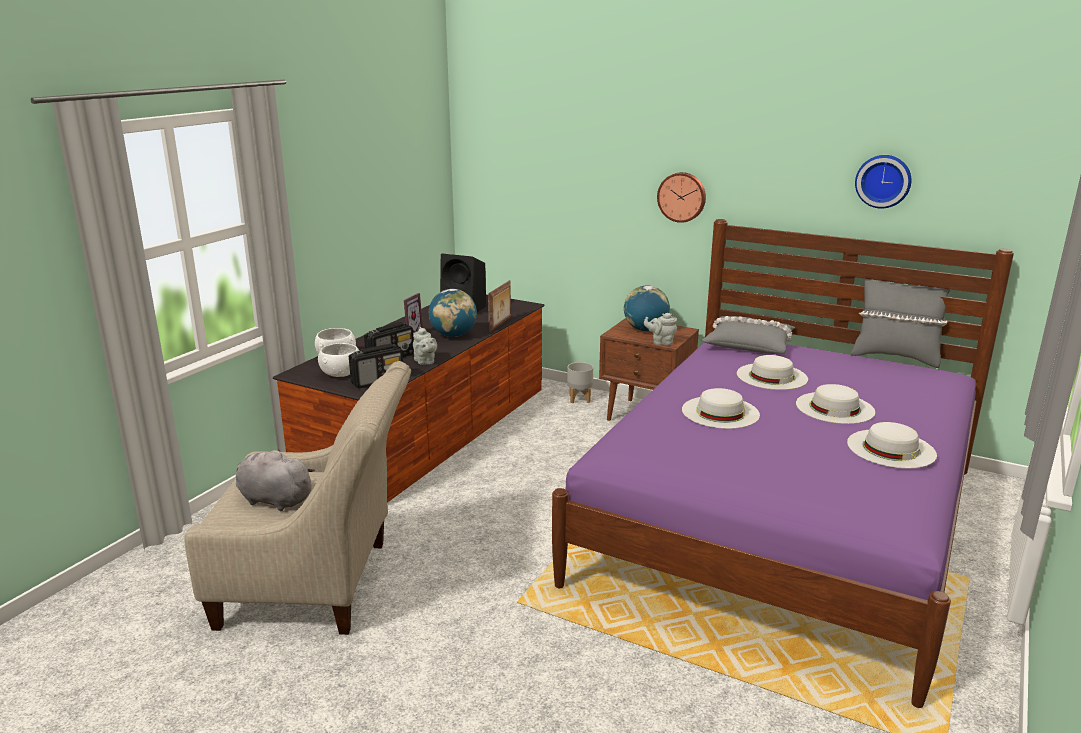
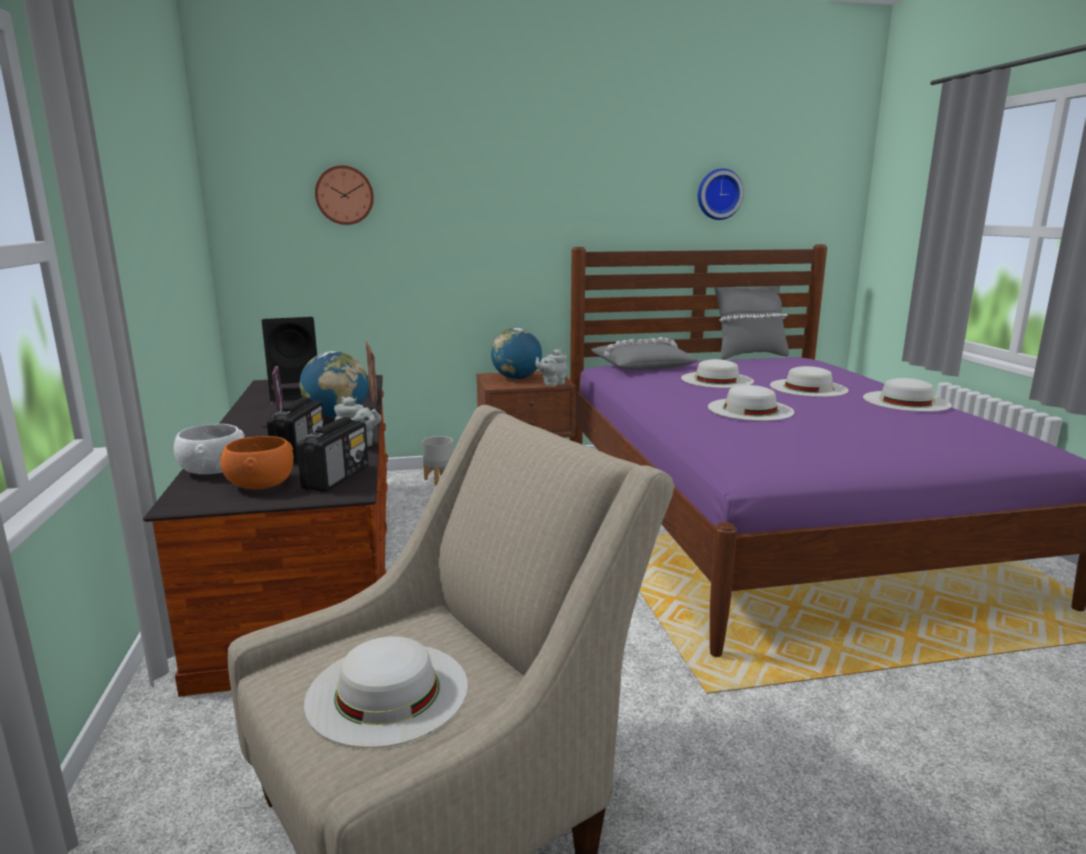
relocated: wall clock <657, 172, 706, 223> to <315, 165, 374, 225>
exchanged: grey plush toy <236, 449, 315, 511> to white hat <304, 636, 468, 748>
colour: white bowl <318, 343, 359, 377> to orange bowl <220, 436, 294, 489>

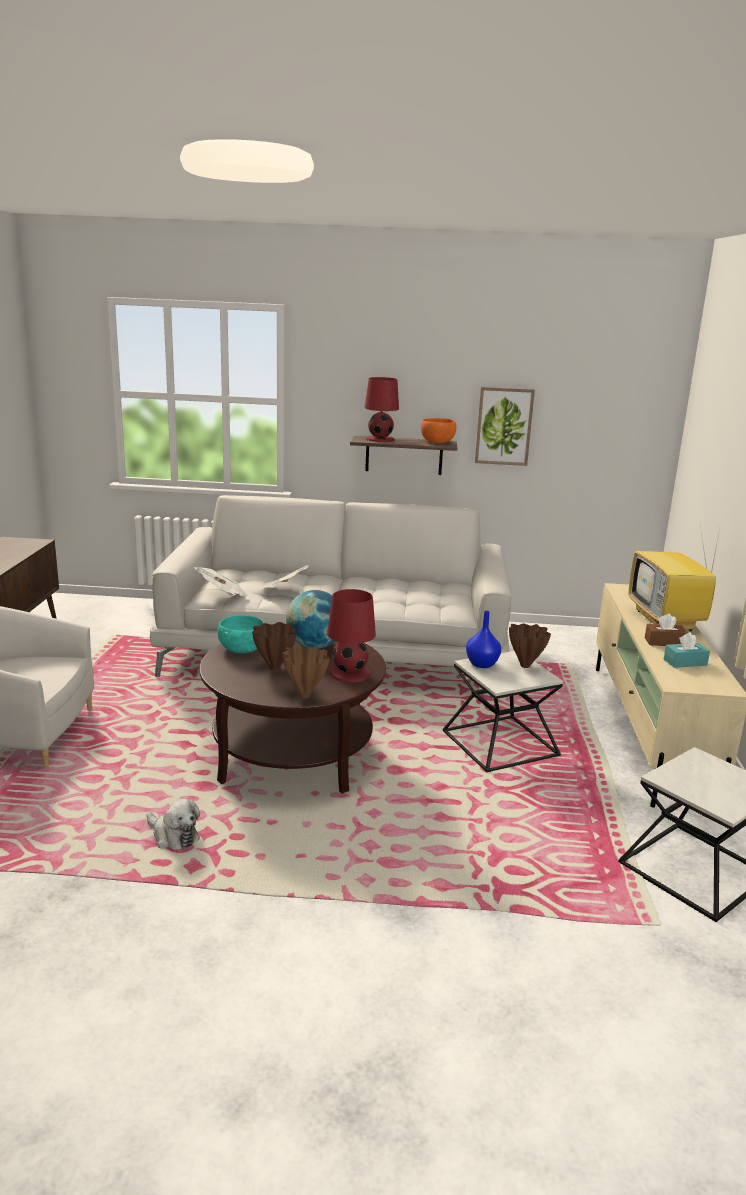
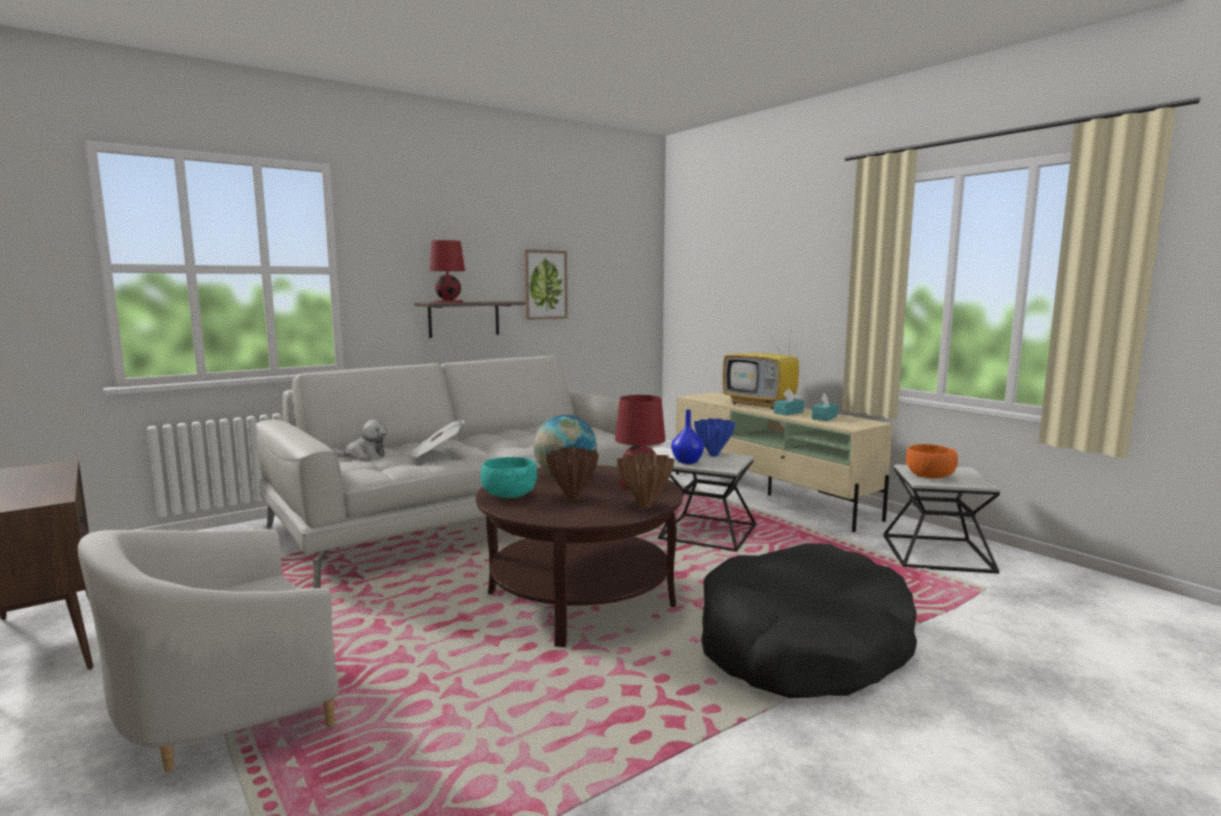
missing: newspaper <194, 567, 250, 597>
appeared: black dog bed <701, 543, 917, 698>
relocated: plush toy <147, 799, 200, 850> to <332, 420, 387, 461>; orange bowl <421, 418, 456, 443> to <906, 444, 958, 478>
colour: brown vase <509, 623, 551, 668> to blue vase <694, 418, 735, 456>; brown tissue box <645, 614, 687, 646> to turquoise tissue box <774, 389, 804, 416>

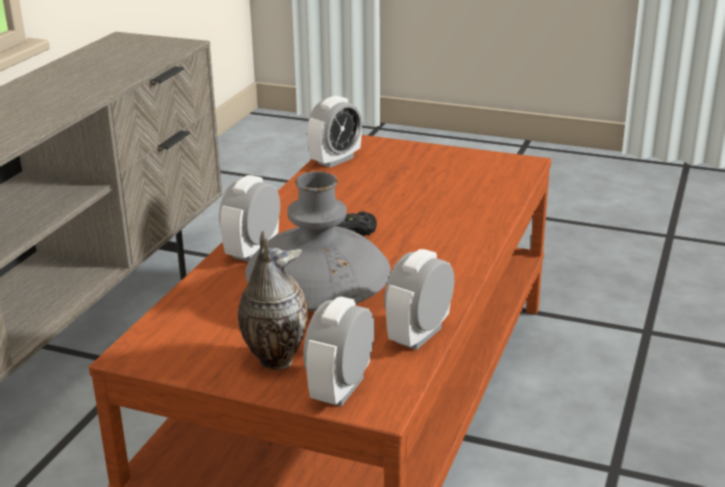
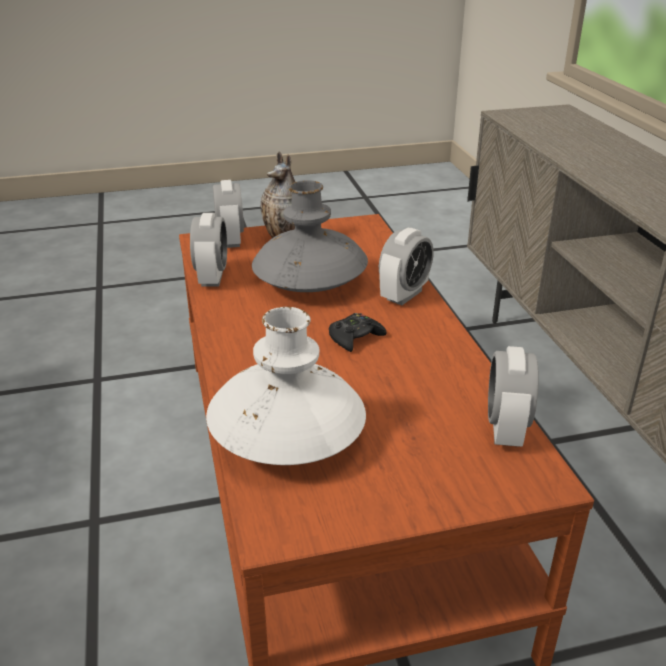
appeared: white vase <206, 307, 366, 465>
spun: alarm clock <219, 175, 280, 262> = <379, 228, 434, 305> 45 degrees clockwise

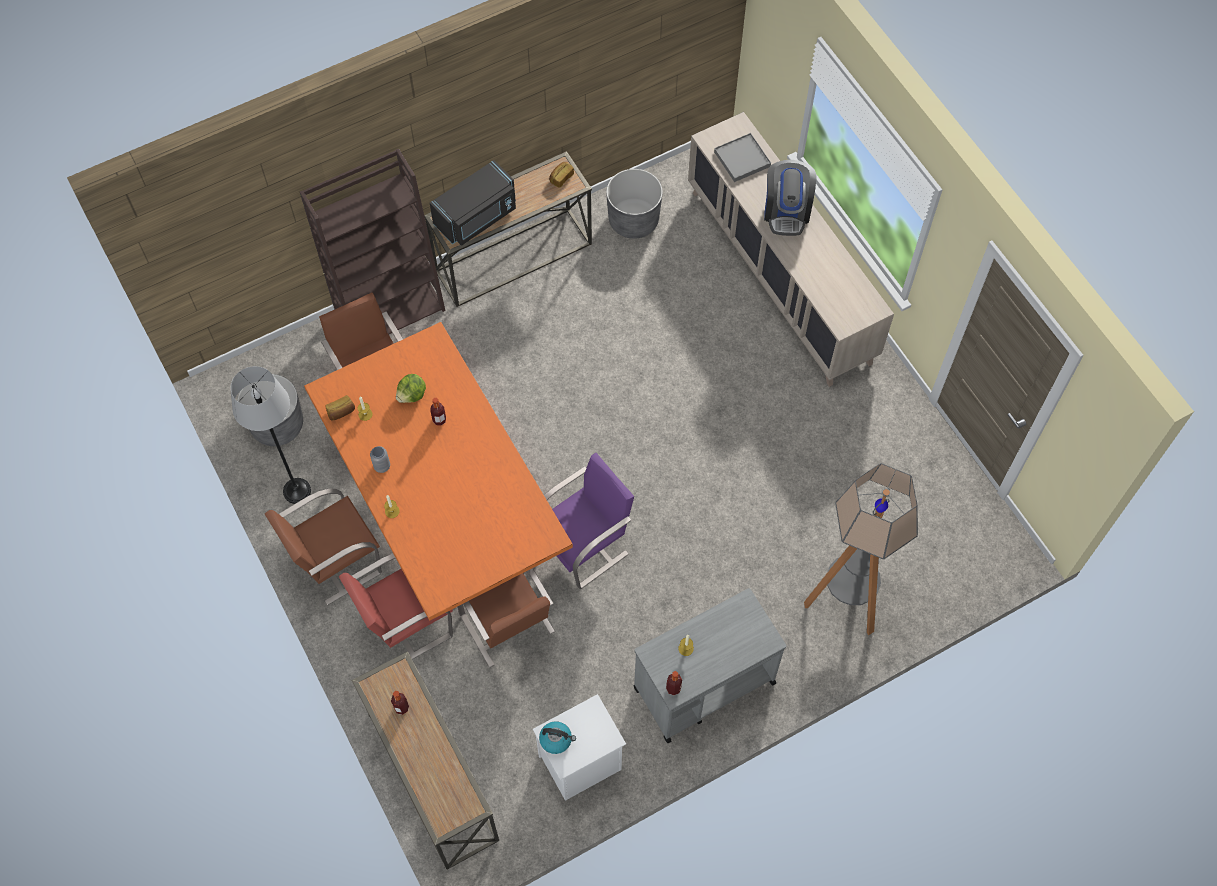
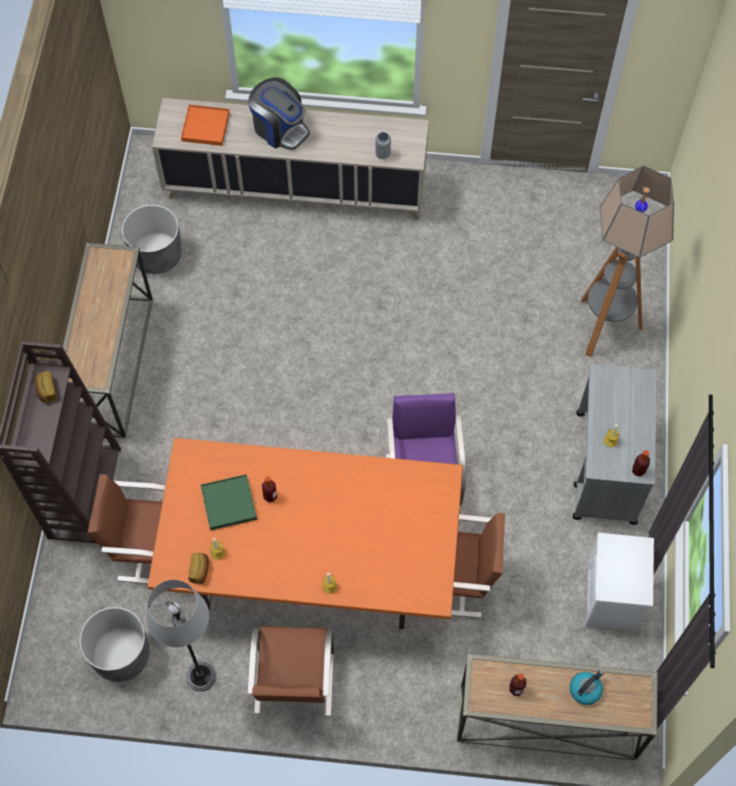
missing: red chair <339, 553, 453, 659>; black microwave <430, 160, 516, 245>
relocated: bread <549, 162, 574, 188> to <35, 371, 57, 402>; grey vase <370, 446, 390, 473> to <375, 132, 391, 159>; kettle <539, 721, 576, 754> to <570, 670, 604, 705>
exchanged: lettuce <396, 374, 426, 403> to green tray <201, 474, 257, 530>
colour: grey tray <714, 133, 771, 182> to orange tray <181, 105, 230, 146>

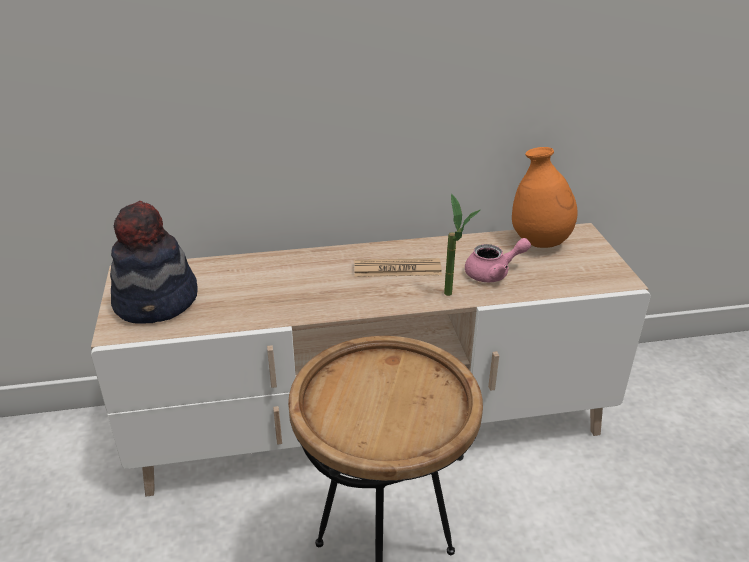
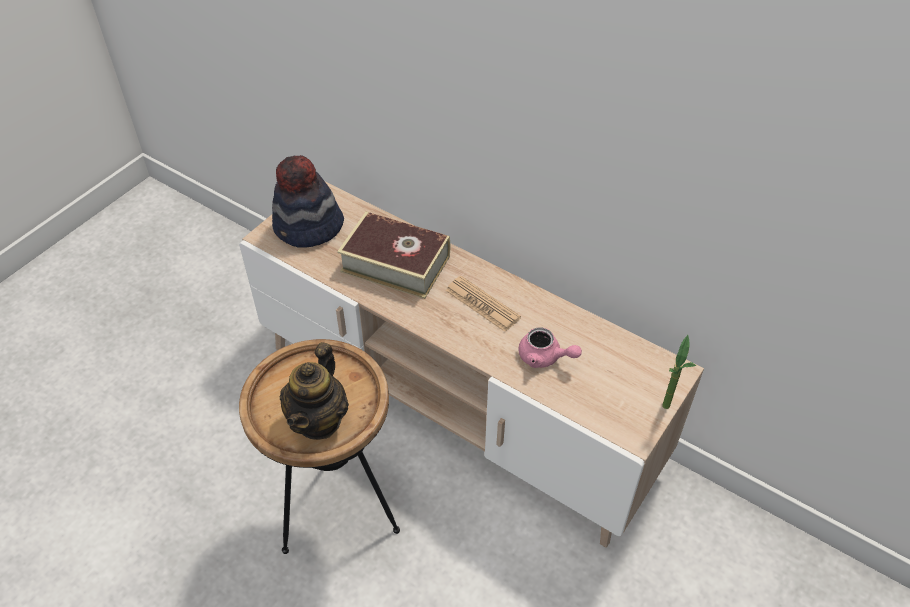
missing: orange vase <512, 147, 578, 248>
appeared: teapot <280, 342, 349, 440>; book <337, 212, 450, 299>
relocated: potted plant <444, 193, 480, 296> to <662, 335, 696, 409>

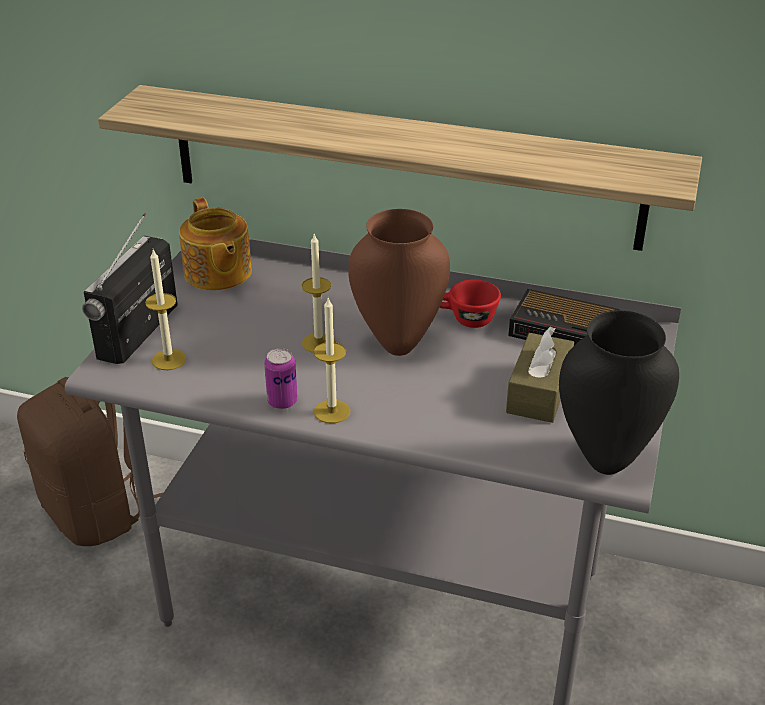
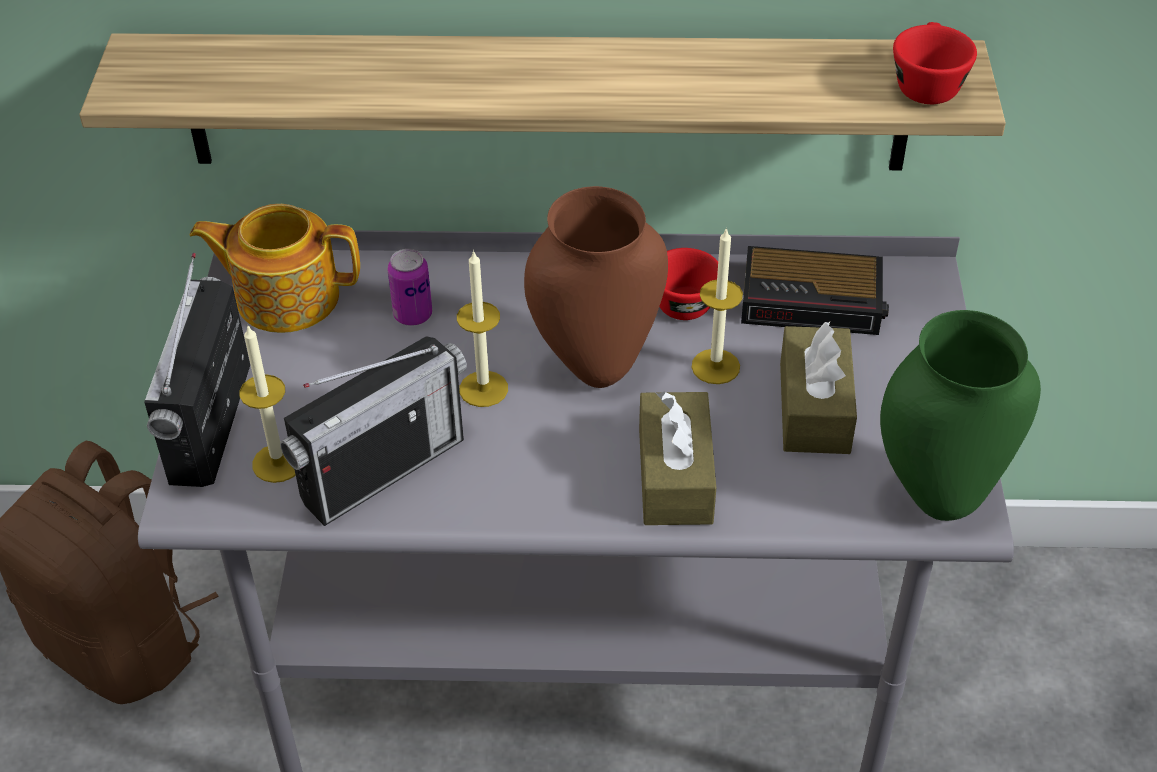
appeared: radio <280, 336, 467, 526>; brown tissue box <639, 391, 716, 525>; red cup <893, 22, 977, 104>
relocated: can <264, 348, 298, 409> to <387, 249, 432, 326>; candle <314, 298, 350, 423> to <692, 227, 743, 384>
colour: black vase <559, 310, 679, 475> to green vase <880, 310, 1041, 521>
spun: teapot <179, 198, 252, 290> = <190, 204, 360, 333> 135 degrees clockwise

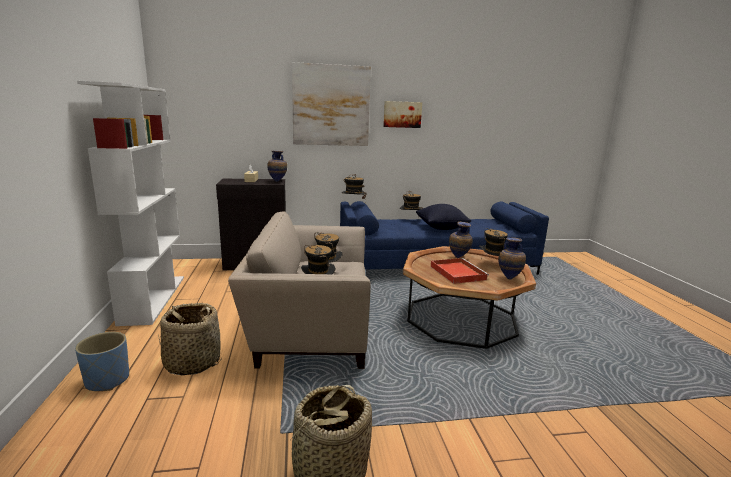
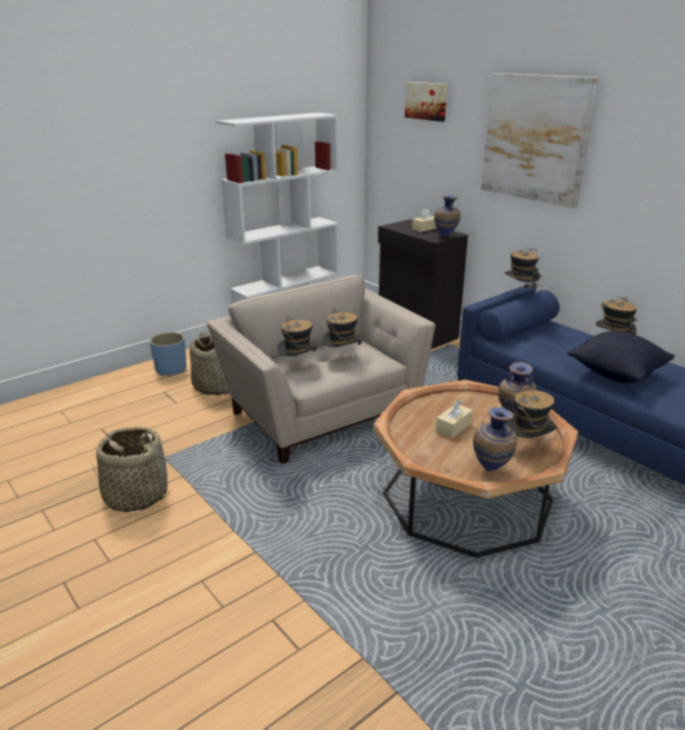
relocated: picture <383, 101, 422, 128> to <405, 82, 447, 122>
exchanged: red tray <431, 258, 489, 284> to beige tissue box <436, 400, 473, 438>

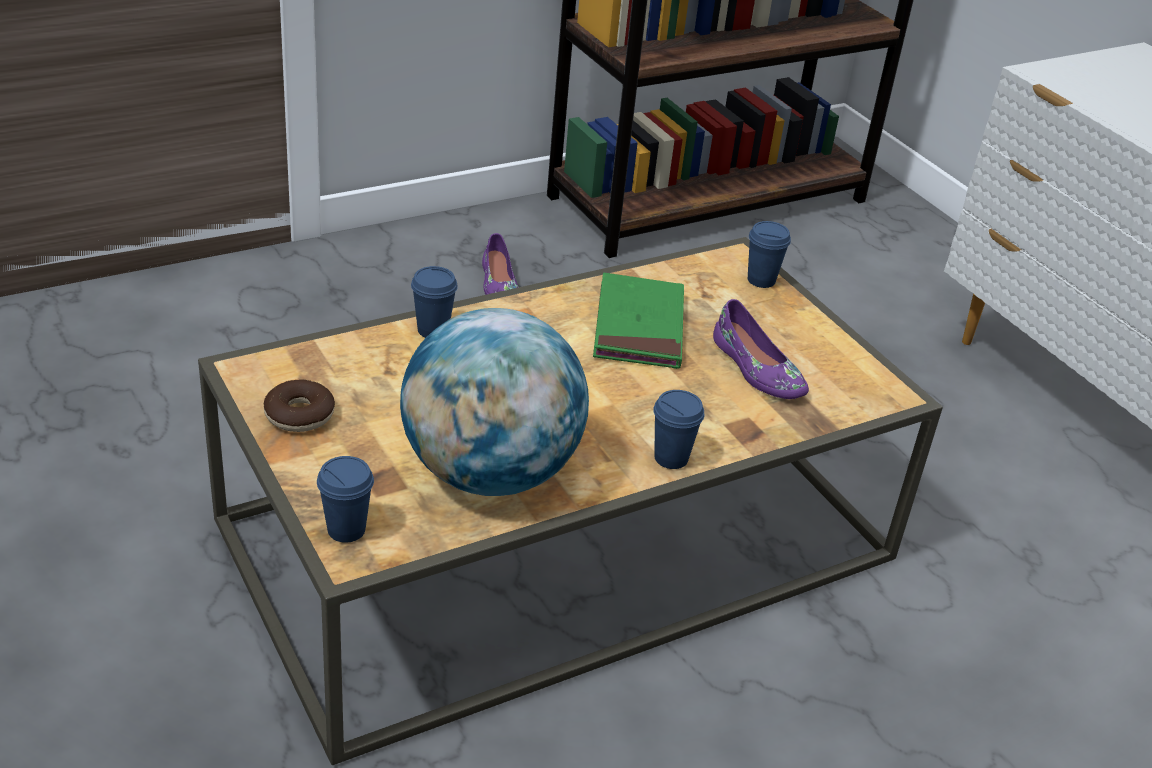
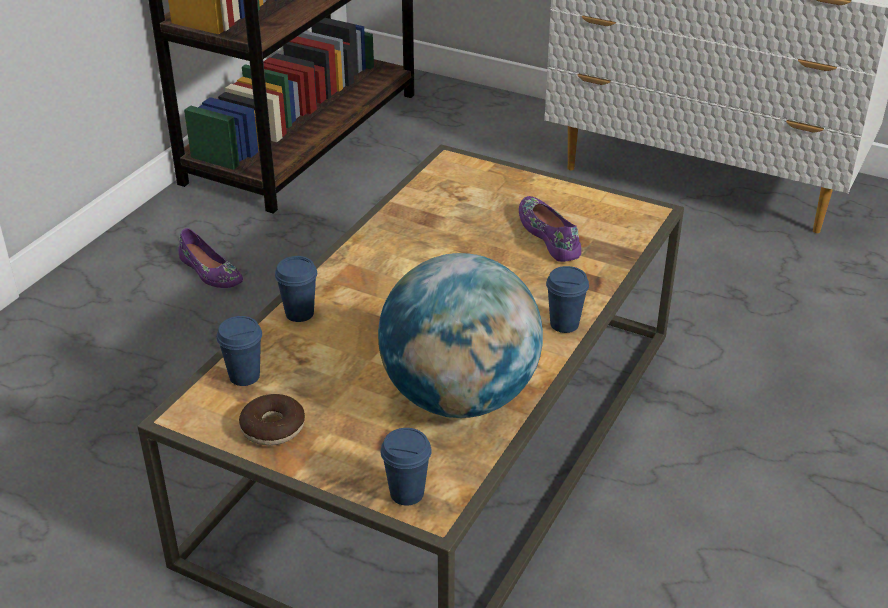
missing: green book <593, 273, 684, 369>
relocated: blue cup <748, 221, 791, 288> to <217, 316, 262, 386>
spun: purple shoe <713, 299, 809, 399> = <519, 196, 581, 262> 135 degrees counterclockwise

